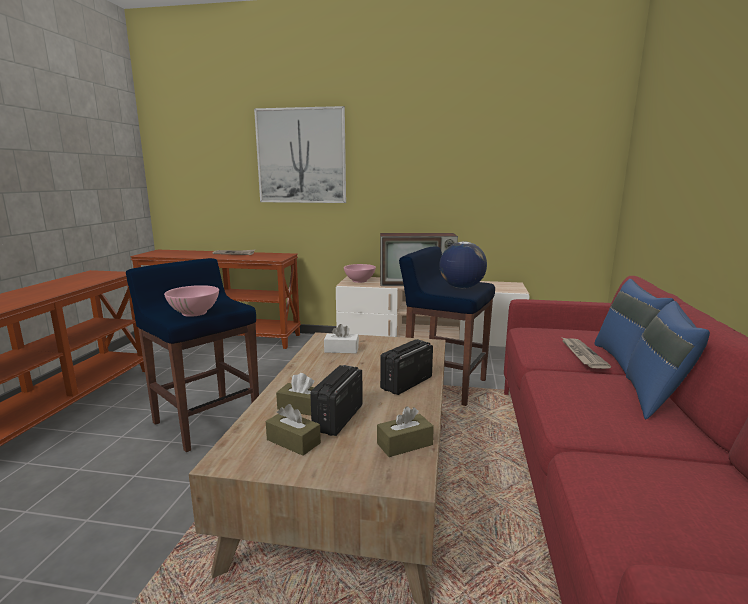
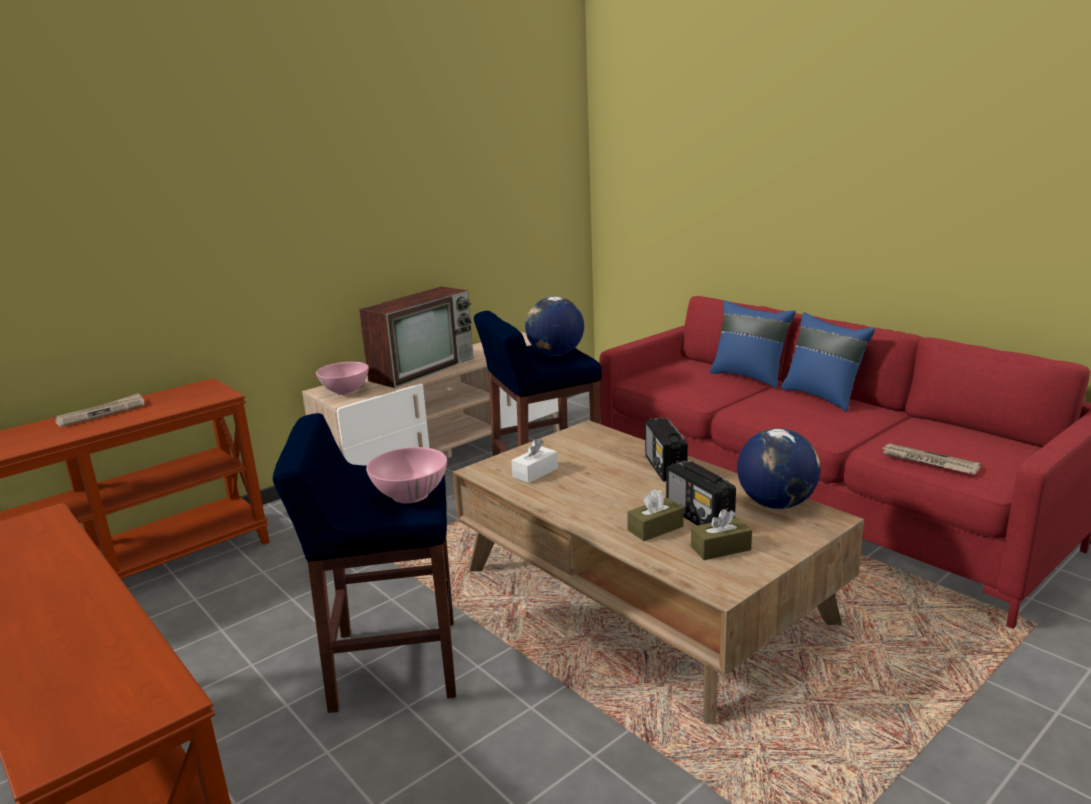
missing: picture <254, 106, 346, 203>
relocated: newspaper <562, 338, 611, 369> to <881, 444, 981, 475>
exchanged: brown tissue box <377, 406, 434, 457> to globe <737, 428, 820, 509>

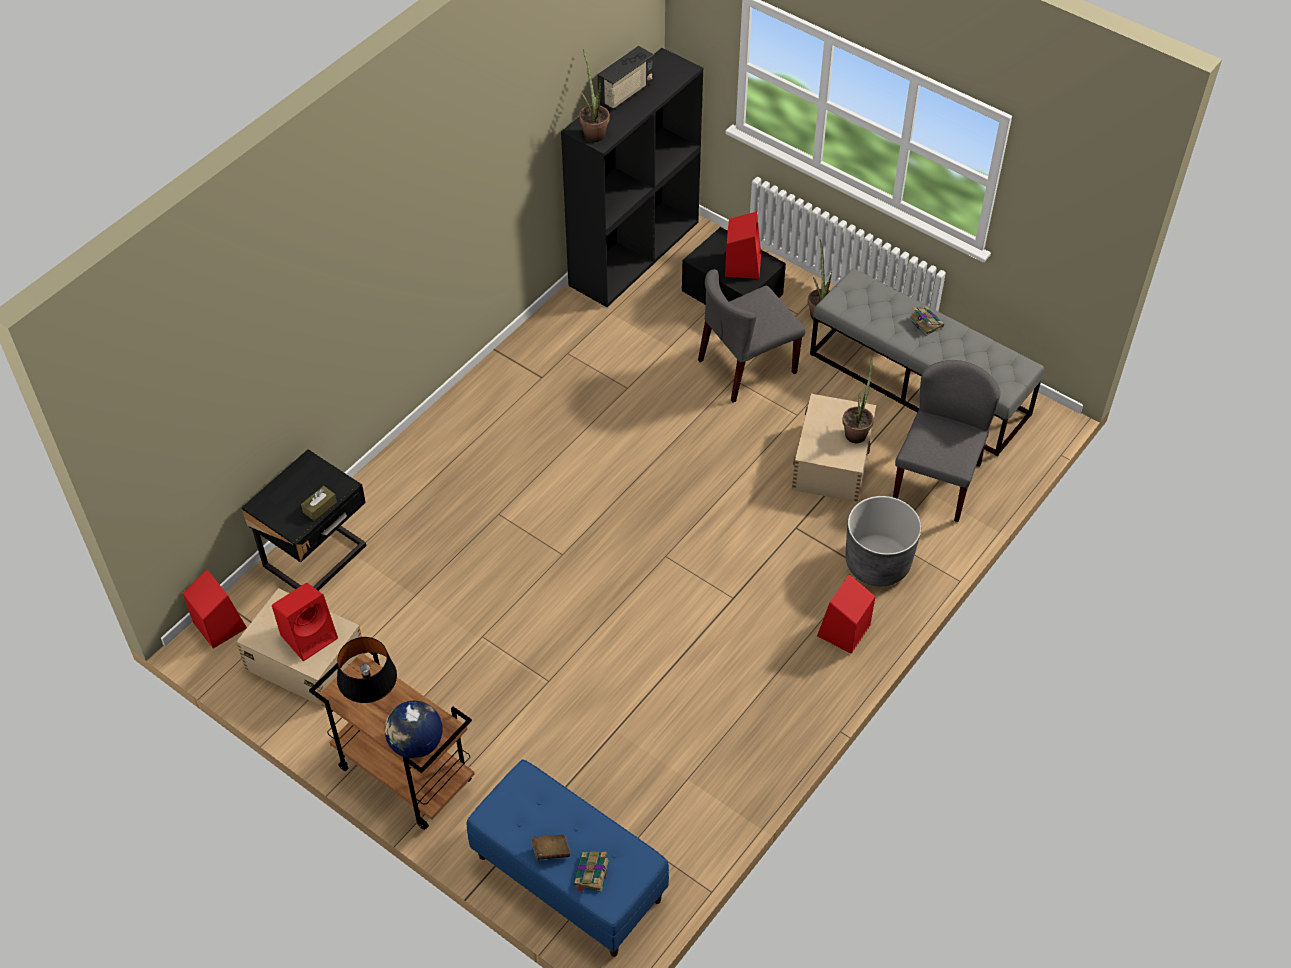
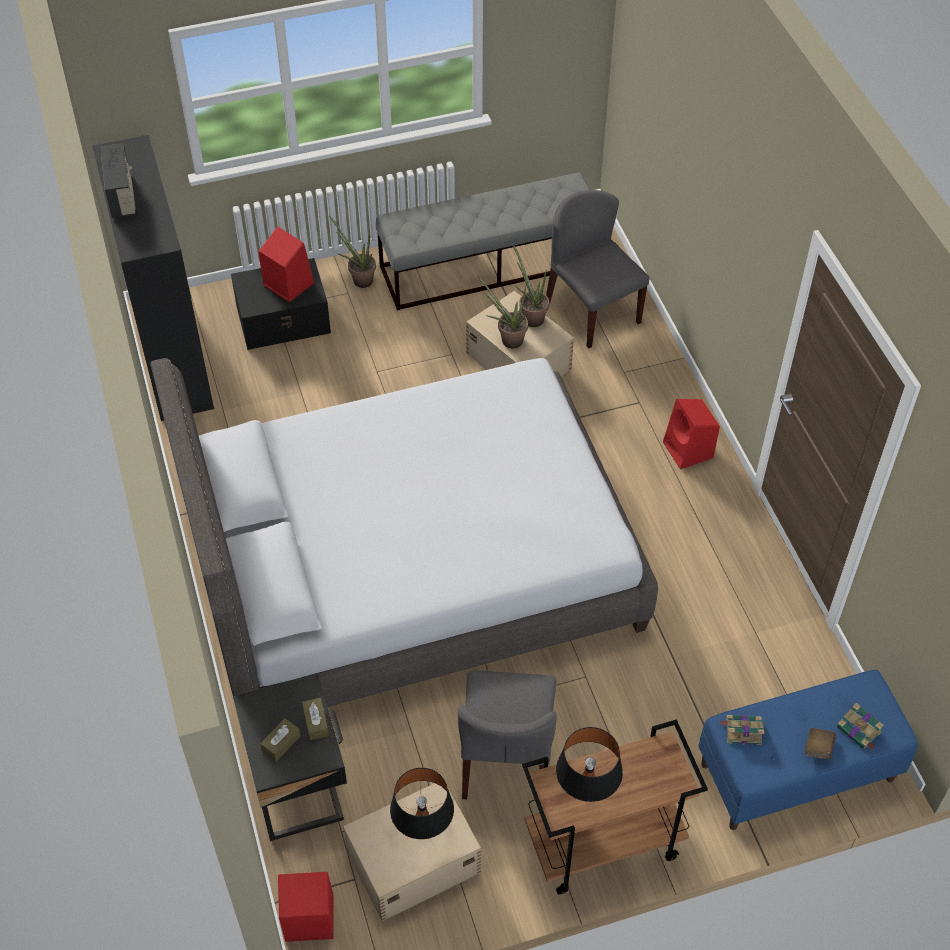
missing: globe <385, 701, 443, 759>; grey planter <845, 496, 921, 586>
appeared: grey bed <150, 358, 658, 707>; brown tissue box <260, 718, 300, 762>
relocated: grey chair <698, 269, 805, 402> to <458, 671, 557, 799>; potted plant <579, 49, 610, 142> to <478, 277, 528, 349>; book <909, 307, 944, 336> to <720, 715, 764, 745>
exchanged: red speaker <272, 583, 338, 661> to black table lamp <390, 768, 454, 839>

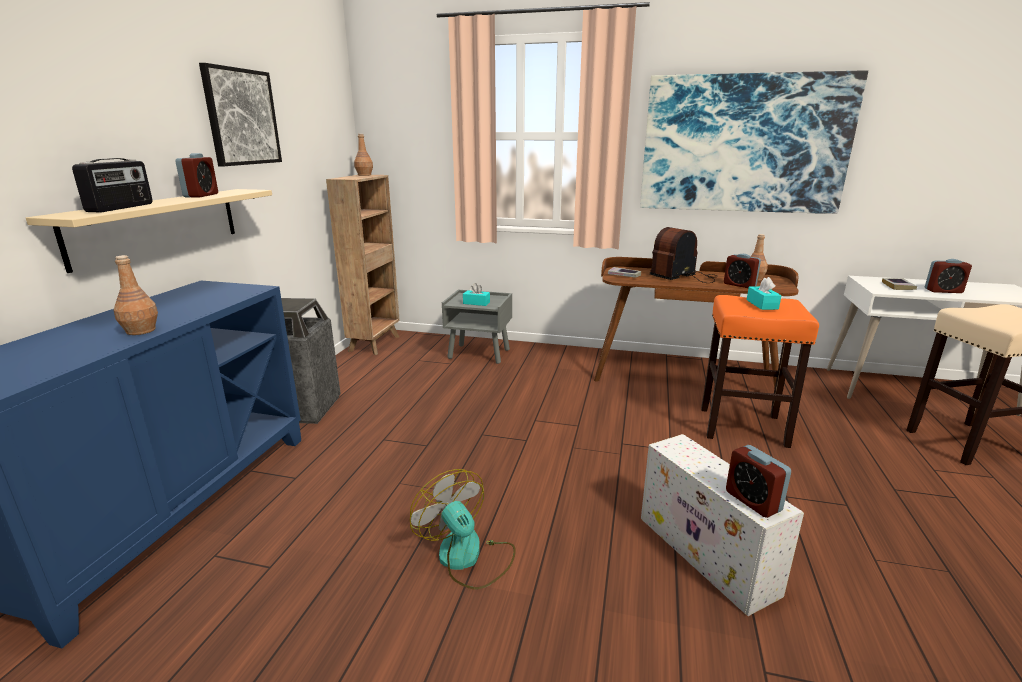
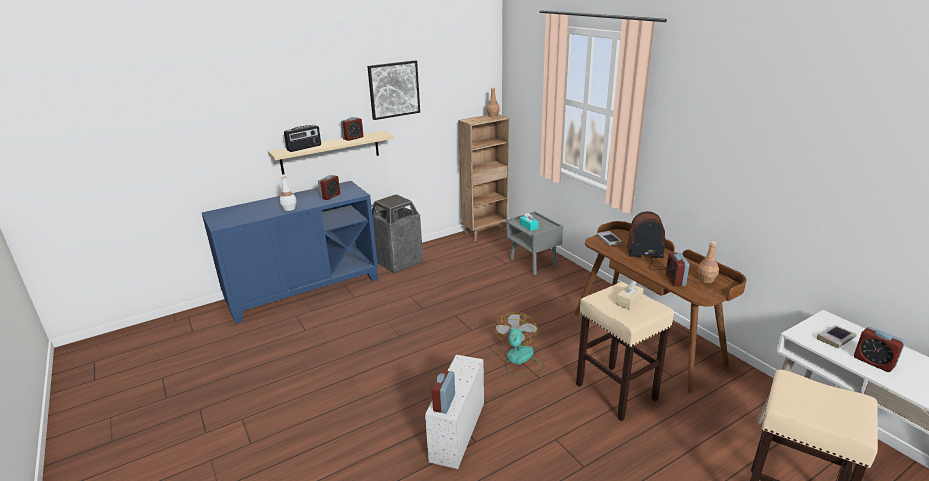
missing: picture <640, 70, 868, 214>
appeared: alarm clock <318, 175, 340, 200>
relocated: fan <410, 469, 516, 589> to <495, 312, 545, 375>
colour: brown bottle <114, 255, 158, 335> to white bottle <280, 176, 297, 211>; orange stool <701, 295, 819, 448> to beige stool <576, 282, 674, 421>; turquoise tissue box <747, 277, 781, 310> to beige tissue box <616, 281, 644, 310>

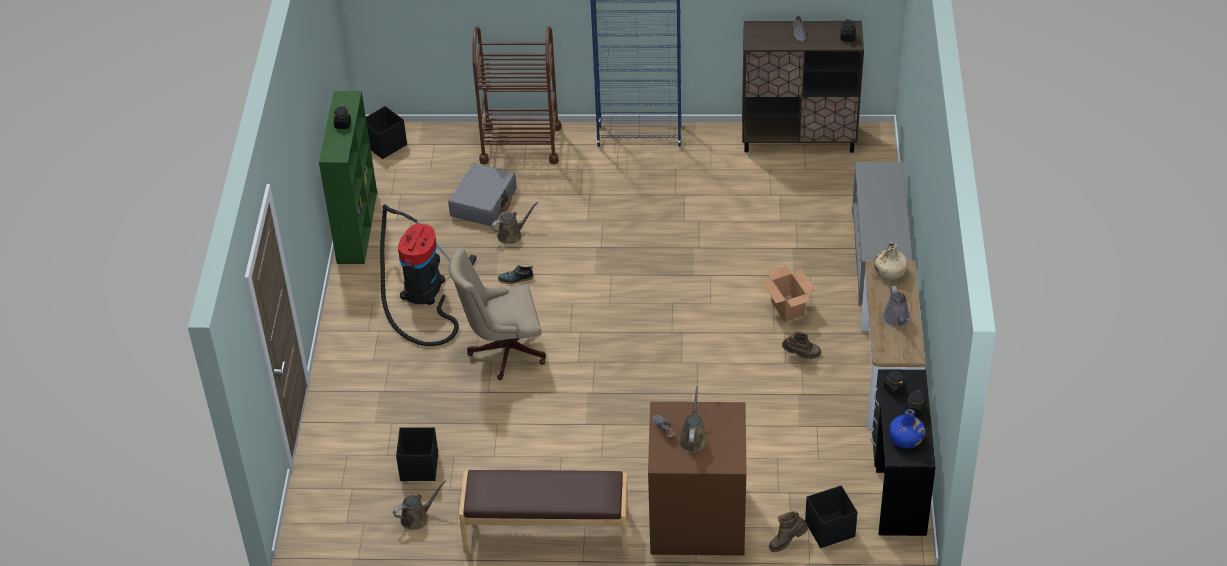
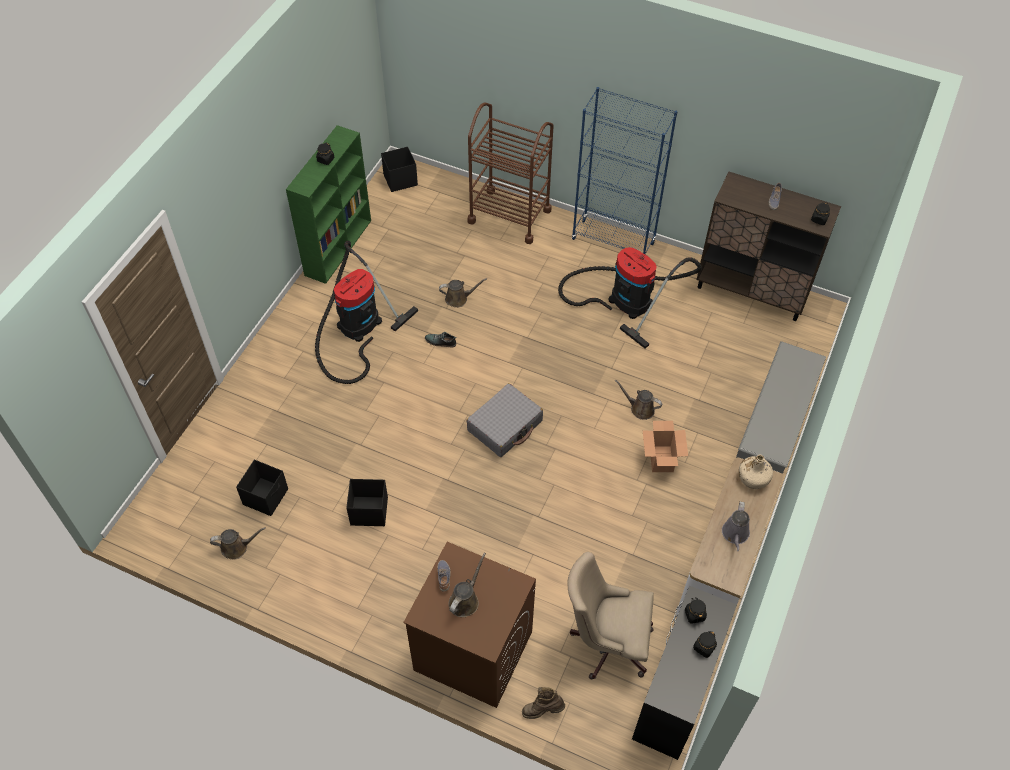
missing: brown bench <459, 470, 629, 554>; brown boot <782, 332, 821, 359>; blue bottle <889, 409, 925, 449>
appeared: vacuum cleaner <558, 247, 701, 348>; brown watering can <615, 379, 662, 420>
relocated: black storage box <805, 485, 857, 548> to <346, 479, 388, 526>; grey suitcase <448, 163, 516, 226> to <467, 383, 543, 457>; beige office chair <449, 248, 546, 380> to <567, 552, 654, 679>

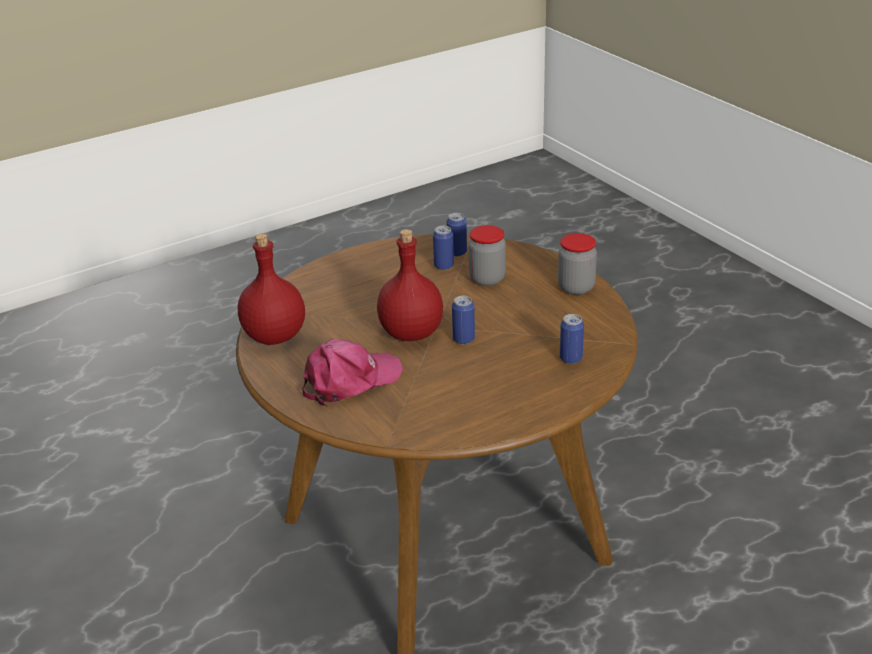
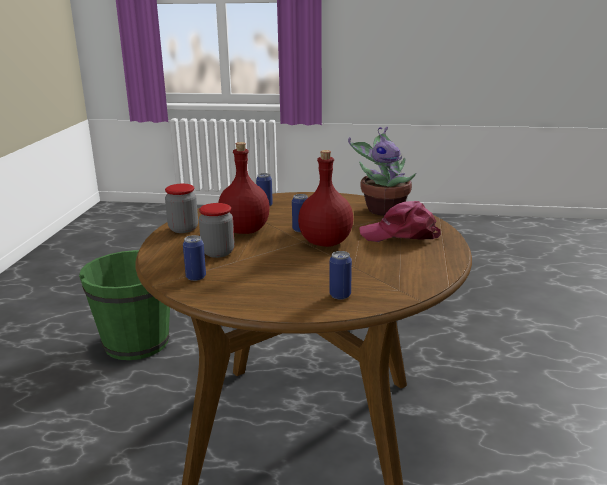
appeared: green bucket <79, 250, 170, 360>; potted plant <348, 127, 416, 216>
relocated: red bottle <238, 233, 305, 345> to <218, 142, 270, 234>; can <433, 226, 454, 270> to <330, 251, 352, 300>

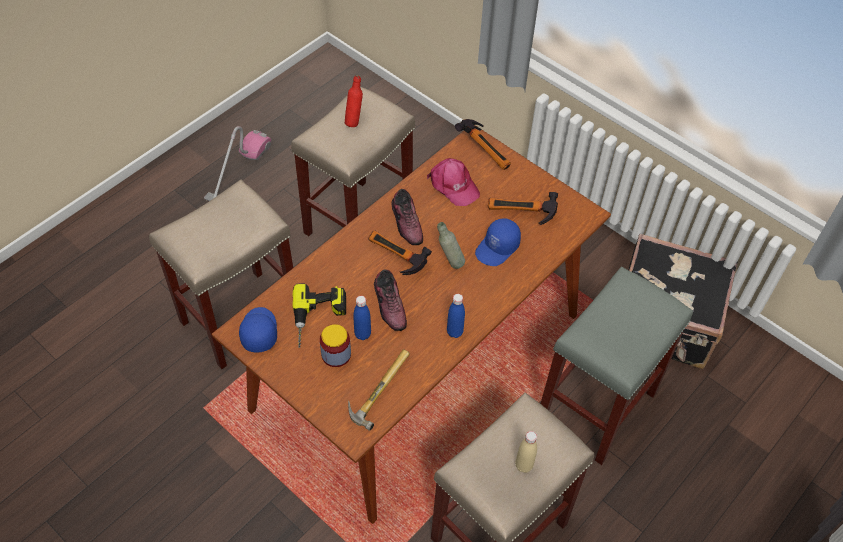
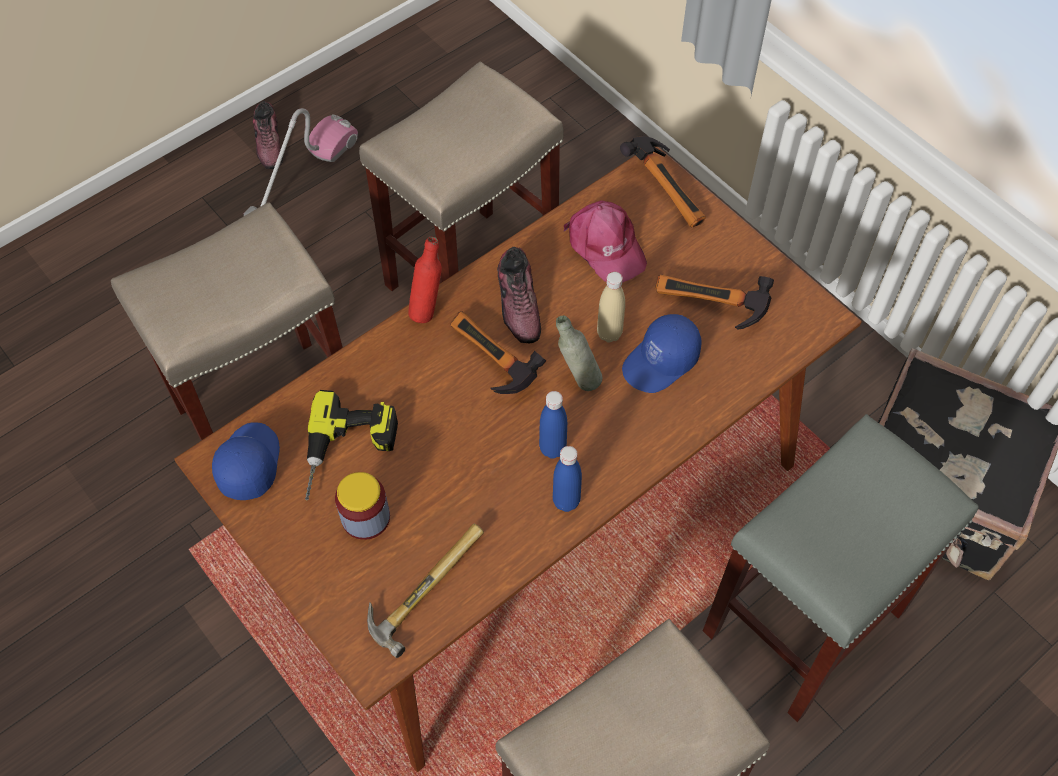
relocated: shoe <374, 269, 407, 331> to <253, 101, 283, 169>; red bottle <345, 75, 363, 127> to <408, 236, 442, 323>; blue bottle <353, 296, 371, 340> to <539, 391, 567, 459>; beige bottle <515, 431, 537, 473> to <597, 272, 625, 343>

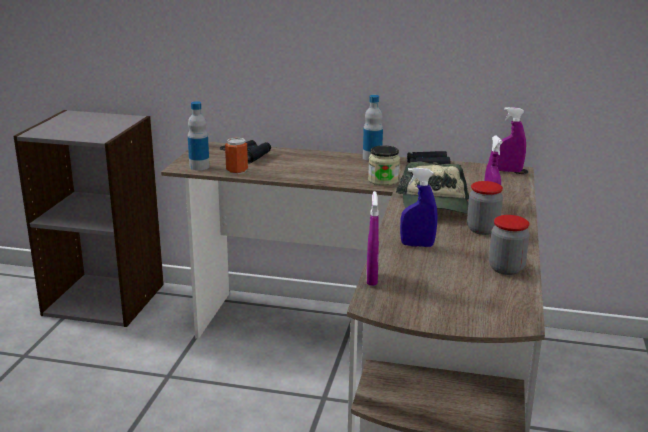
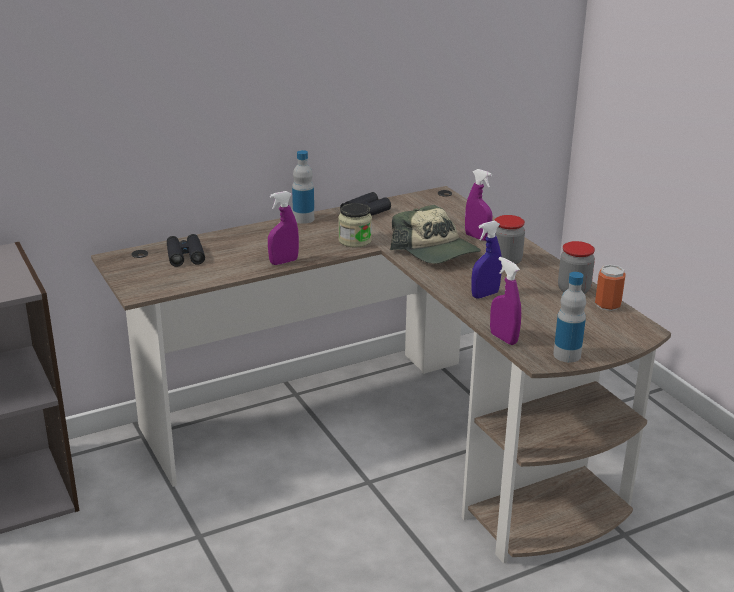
relocated: purple spray bottle <498, 107, 526, 172> to <268, 191, 299, 265>; bottle <188, 101, 210, 170> to <553, 272, 586, 362>; can <225, 138, 248, 174> to <595, 265, 626, 311>

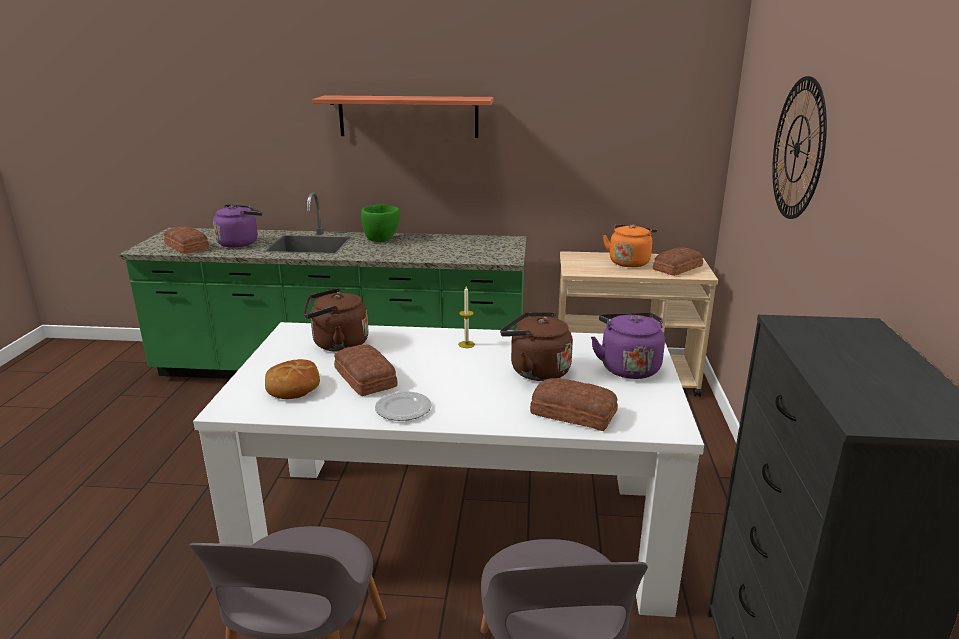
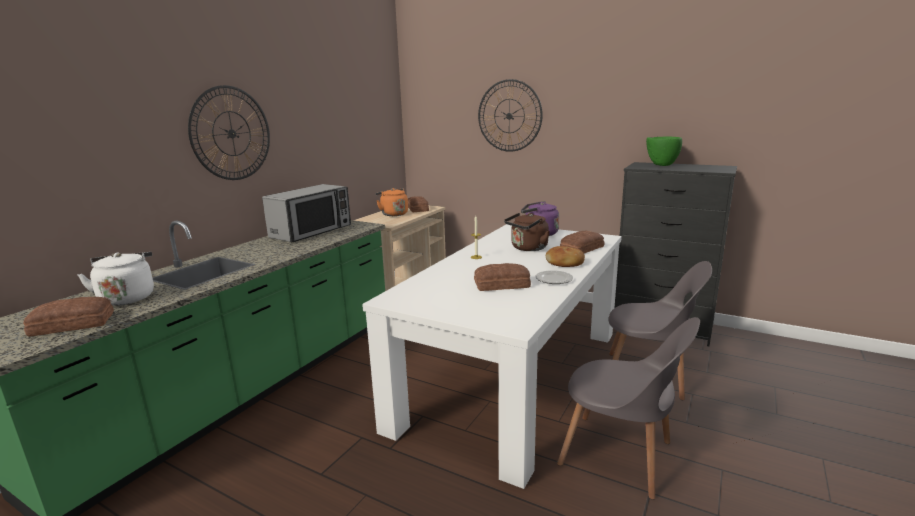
missing: brown kettle <304, 288, 369, 352>
appeared: microwave <262, 184, 351, 242>
relocated: bread <265, 359, 320, 399> to <546, 246, 585, 267>; green bowl <361, 204, 400, 242> to <646, 137, 682, 166>
exchanged: shelf <312, 95, 493, 138> to wall clock <188, 85, 270, 180>
colour: purple kettle <213, 204, 262, 247> to white kettle <77, 252, 154, 306>

